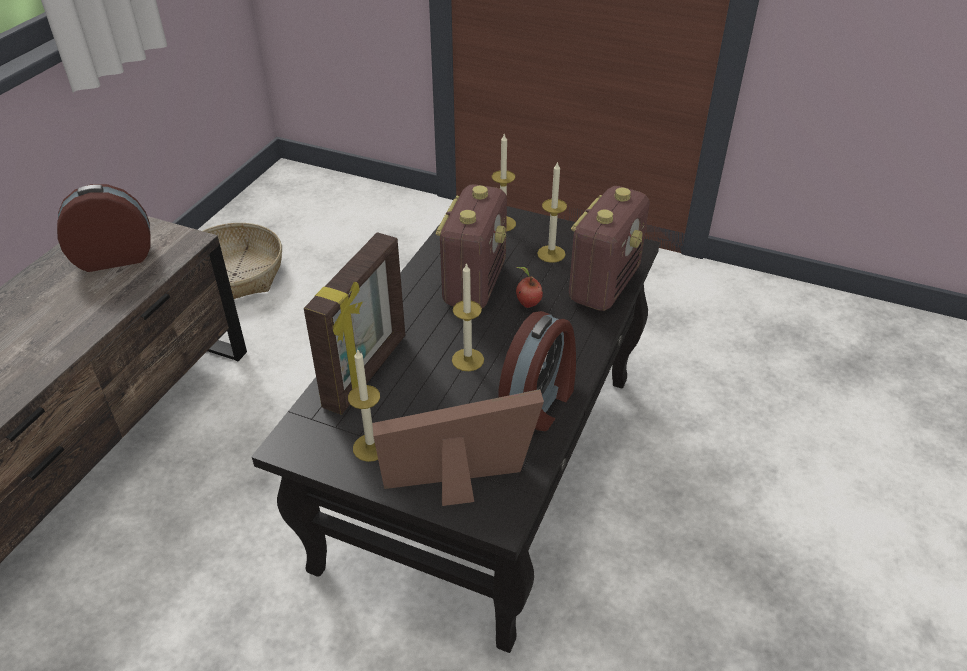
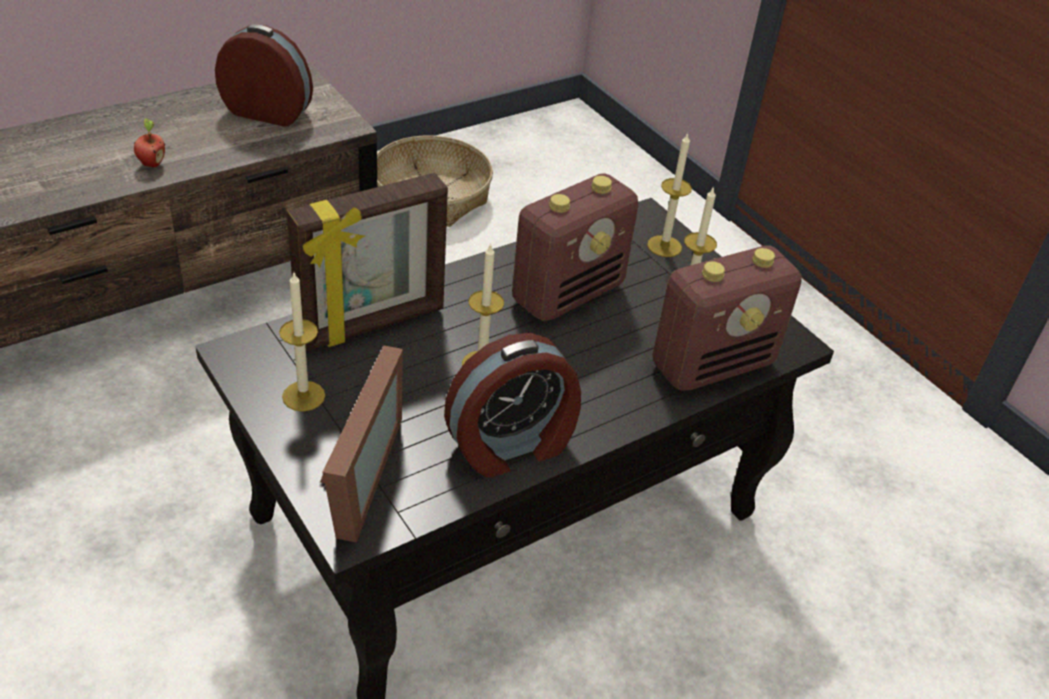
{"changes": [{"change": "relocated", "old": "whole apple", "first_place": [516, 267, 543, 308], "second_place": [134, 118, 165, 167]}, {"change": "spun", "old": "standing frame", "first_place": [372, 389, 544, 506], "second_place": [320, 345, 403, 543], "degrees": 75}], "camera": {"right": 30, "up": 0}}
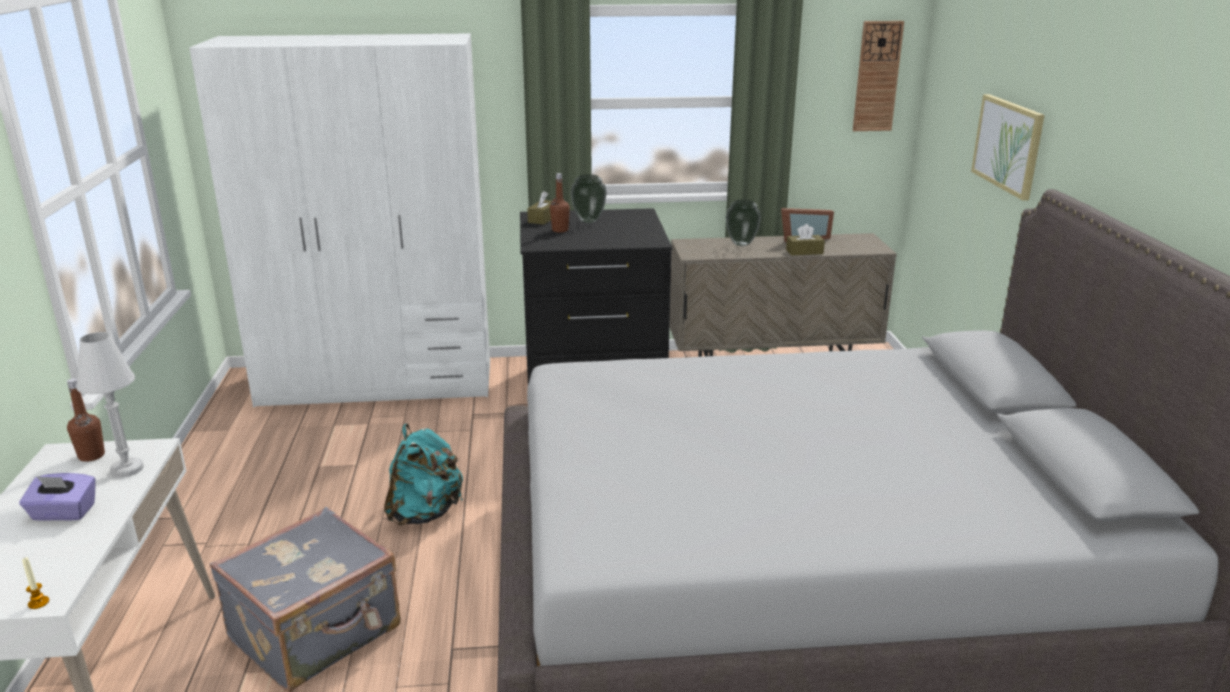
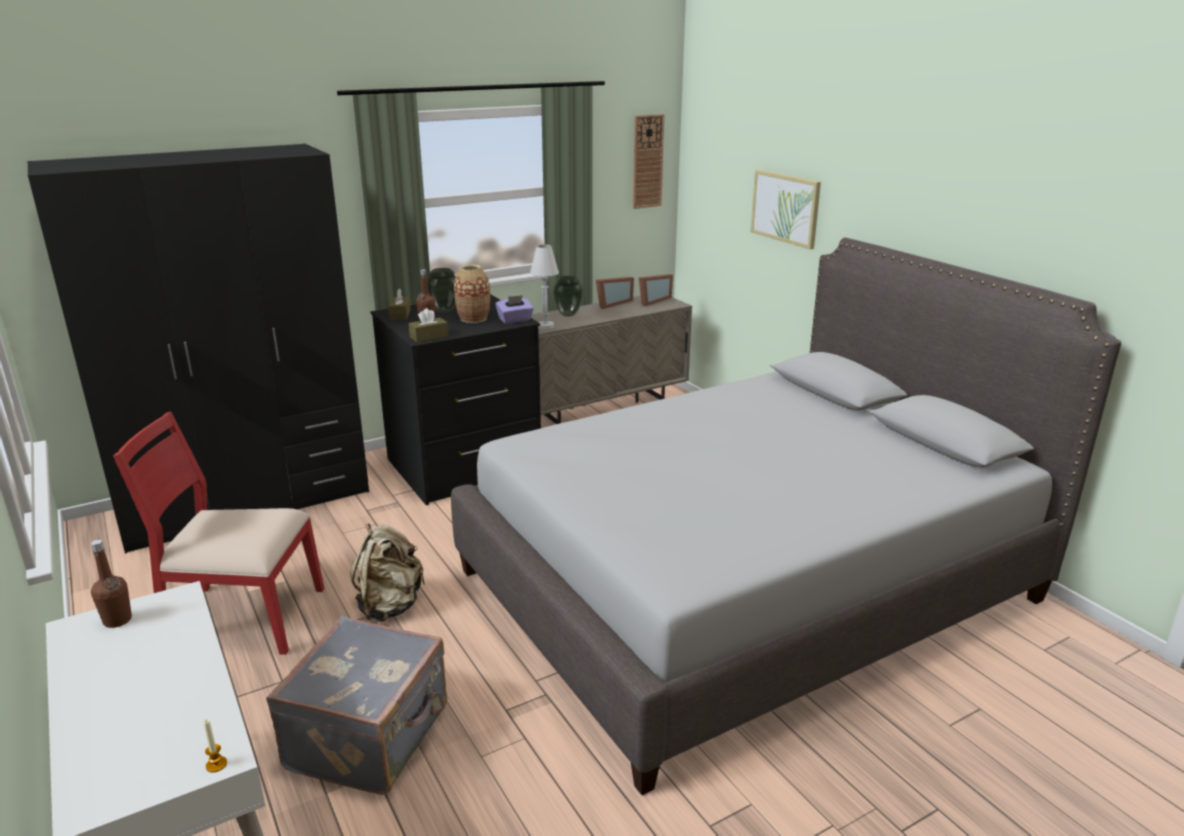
{"changes": [{"change": "colour", "old": "armoire (white)", "new": "armoire (black)", "first_place": [189, 33, 490, 407], "second_place": [28, 144, 369, 554]}, {"change": "appeared", "new": "chair (reddish)", "second_place": [113, 412, 324, 655]}, {"change": "colour", "old": "rucksack (turquoise)", "new": "rucksack (beige)", "first_place": [384, 424, 463, 526], "second_place": [350, 524, 425, 622]}, {"change": "relocated", "old": "box of tissues (brown-coloured)", "first_place": [786, 224, 825, 255], "second_place": [409, 308, 449, 342]}, {"change": "appeared", "new": "decorative vase", "second_place": [454, 264, 490, 323]}, {"change": "relocated", "old": "box of tissues (purple-coloured)", "first_place": [19, 473, 96, 521], "second_place": [495, 295, 534, 324]}, {"change": "relocated", "old": "tabletop lamp (white)", "first_place": [76, 332, 144, 478], "second_place": [530, 244, 559, 329]}, {"change": "appeared", "new": "standing frame", "second_place": [639, 274, 673, 306]}], "camera": {"right": -25, "up": 0}}
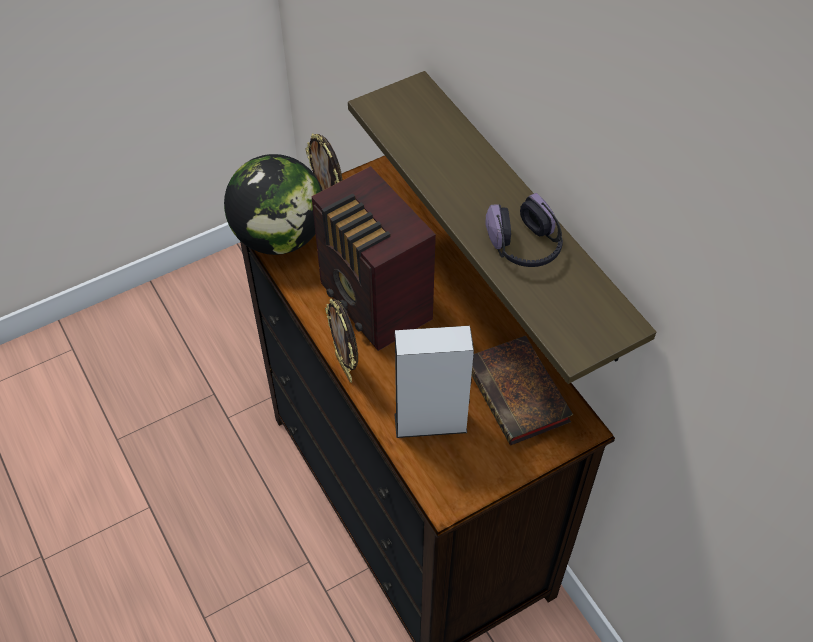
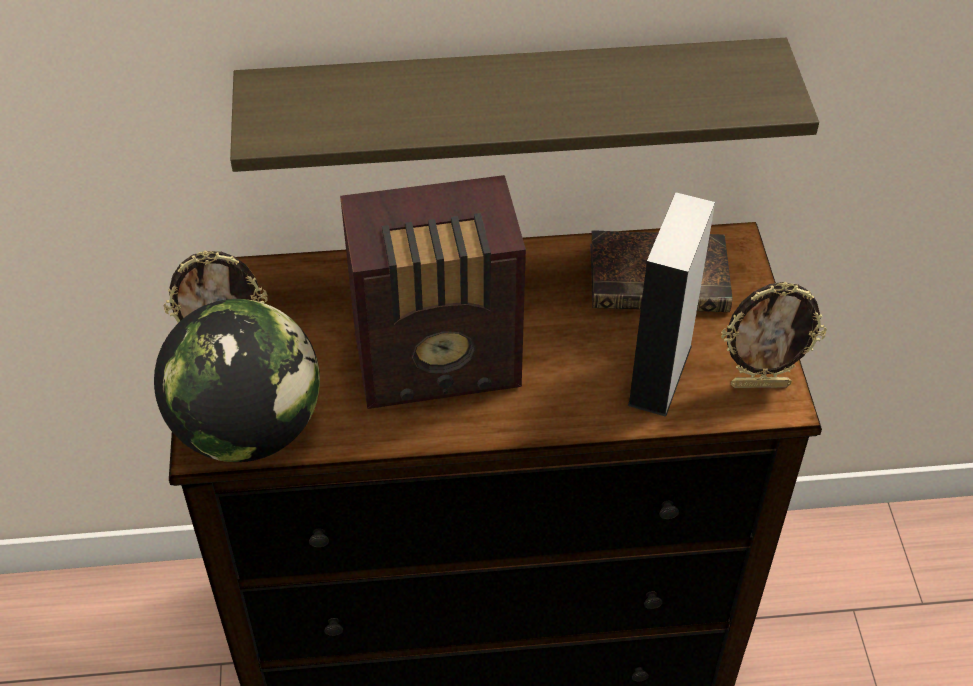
{"changes": [{"change": "relocated", "old": "standing frame", "first_place": [325, 298, 358, 383], "second_place": [721, 282, 827, 388]}, {"change": "missing", "old": "headset", "first_place": [485, 193, 563, 267]}], "camera": {"right": -65, "up": -5}}
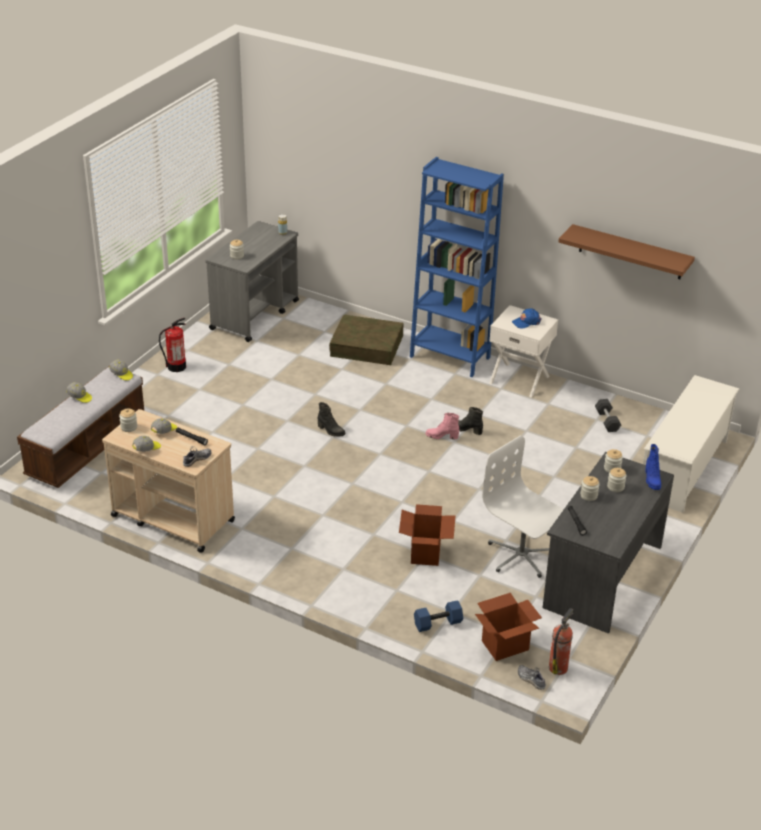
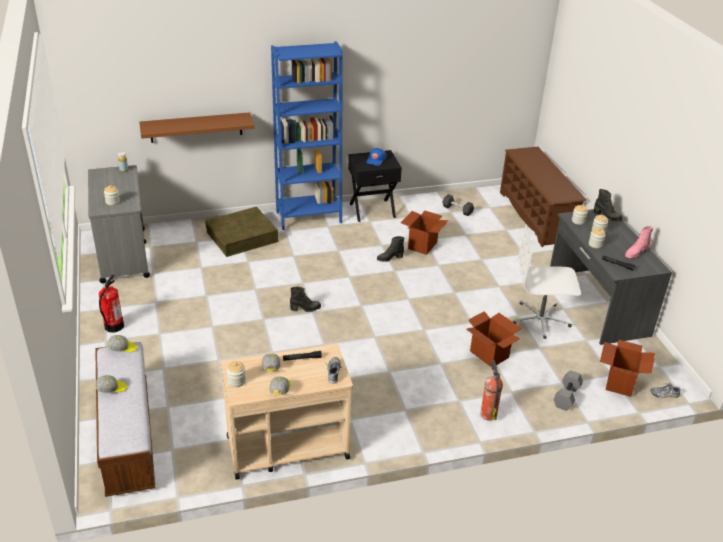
{"changes": [{"change": "relocated", "old": "bracket shelf (brown-coloured)", "first_place": [558, 224, 695, 279], "second_place": [139, 112, 254, 143]}, {"change": "colour", "old": "night table (white)", "new": "night table (black)", "first_place": [489, 305, 558, 398], "second_place": [348, 150, 402, 222]}, {"change": "appeared", "new": "cardboard box", "second_place": [401, 210, 449, 255]}, {"change": "relocated", "old": "fire-fighting cylinder", "first_place": [549, 608, 574, 675], "second_place": [480, 361, 503, 421]}, {"change": "colour", "old": "shoe shelf (white)", "new": "shoe shelf (brown-coloured)", "first_place": [643, 375, 739, 513], "second_place": [500, 146, 587, 247]}, {"change": "colour", "old": "free weight (bluish)", "new": "free weight (grey)", "first_place": [414, 600, 463, 632], "second_place": [554, 370, 583, 411]}, {"change": "colour", "old": "high-top boot (bluish)", "new": "high-top boot (black)", "first_place": [645, 444, 661, 490], "second_place": [594, 189, 622, 221]}, {"change": "relocated", "old": "high-top boot (pinkish)", "first_place": [425, 413, 459, 439], "second_place": [625, 226, 653, 258]}], "camera": {"right": -45, "up": 0}}
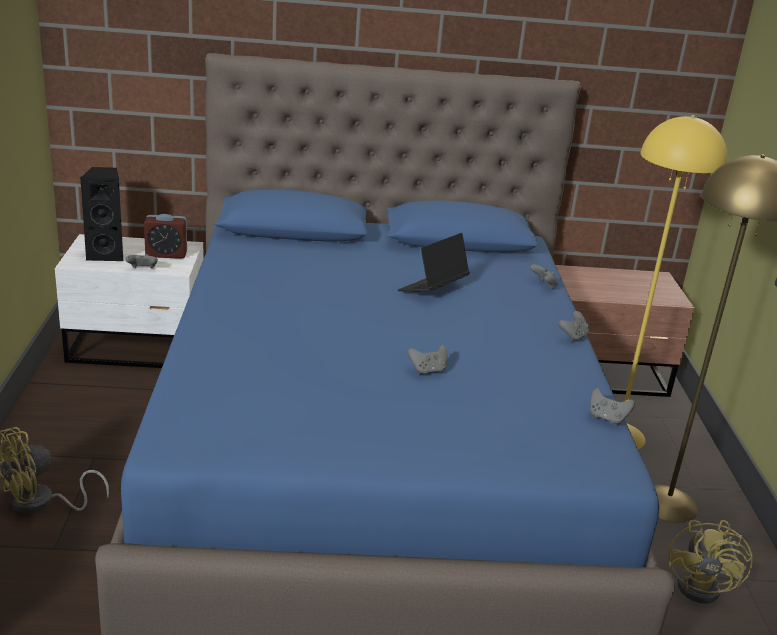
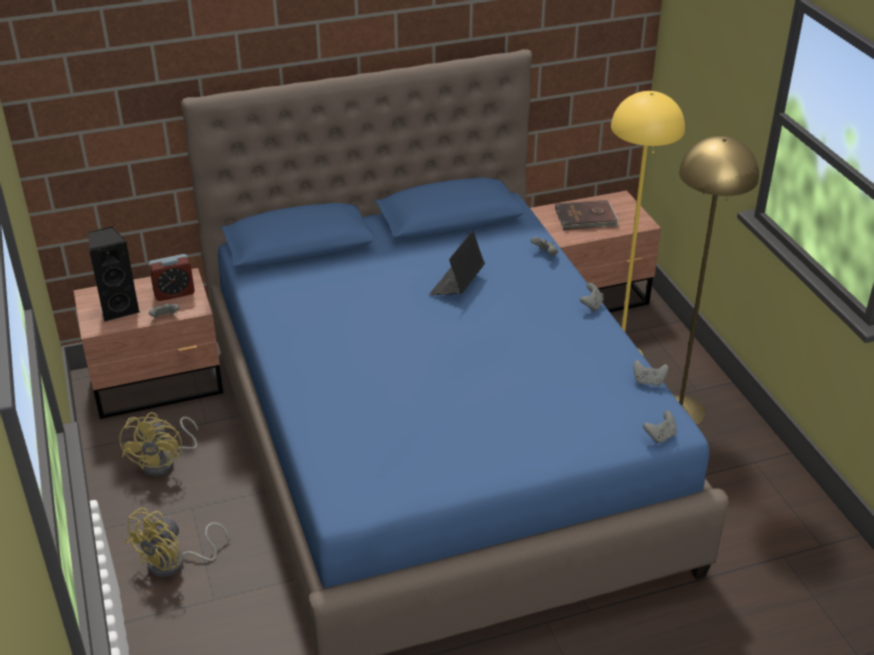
{"changes": [{"change": "colour", "old": "night table (white)", "new": "night table (brown-coloured)", "first_place": [55, 234, 204, 368], "second_place": [74, 268, 223, 419]}, {"change": "relocated", "old": "electric fan (yellowish)", "first_place": [668, 520, 753, 604], "second_place": [119, 412, 198, 476]}, {"change": "appeared", "new": "volume (brown-coloured)", "second_place": [555, 200, 619, 230]}, {"change": "relocated", "old": "joypad (grey)", "first_place": [408, 345, 447, 375], "second_place": [643, 411, 677, 443]}], "camera": {"right": -15, "up": 10}}
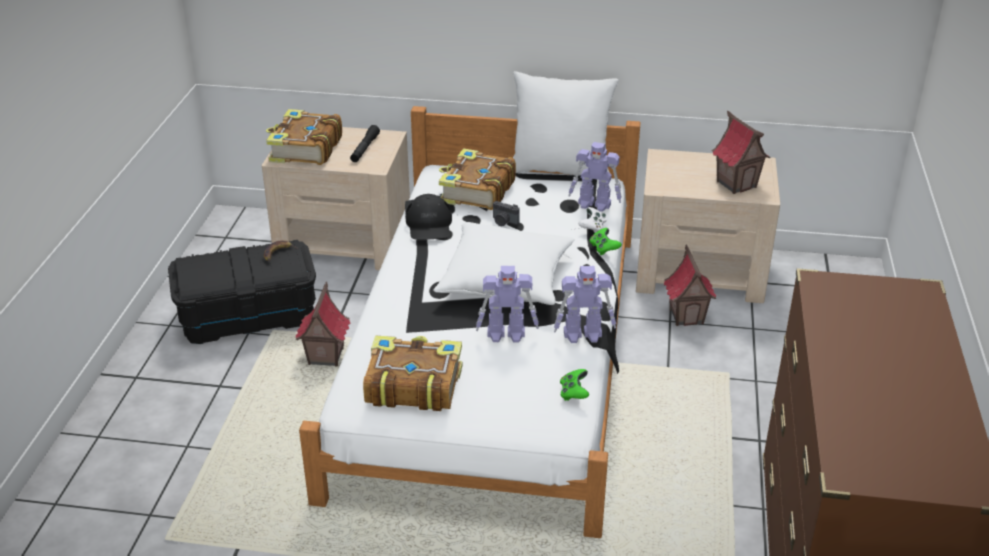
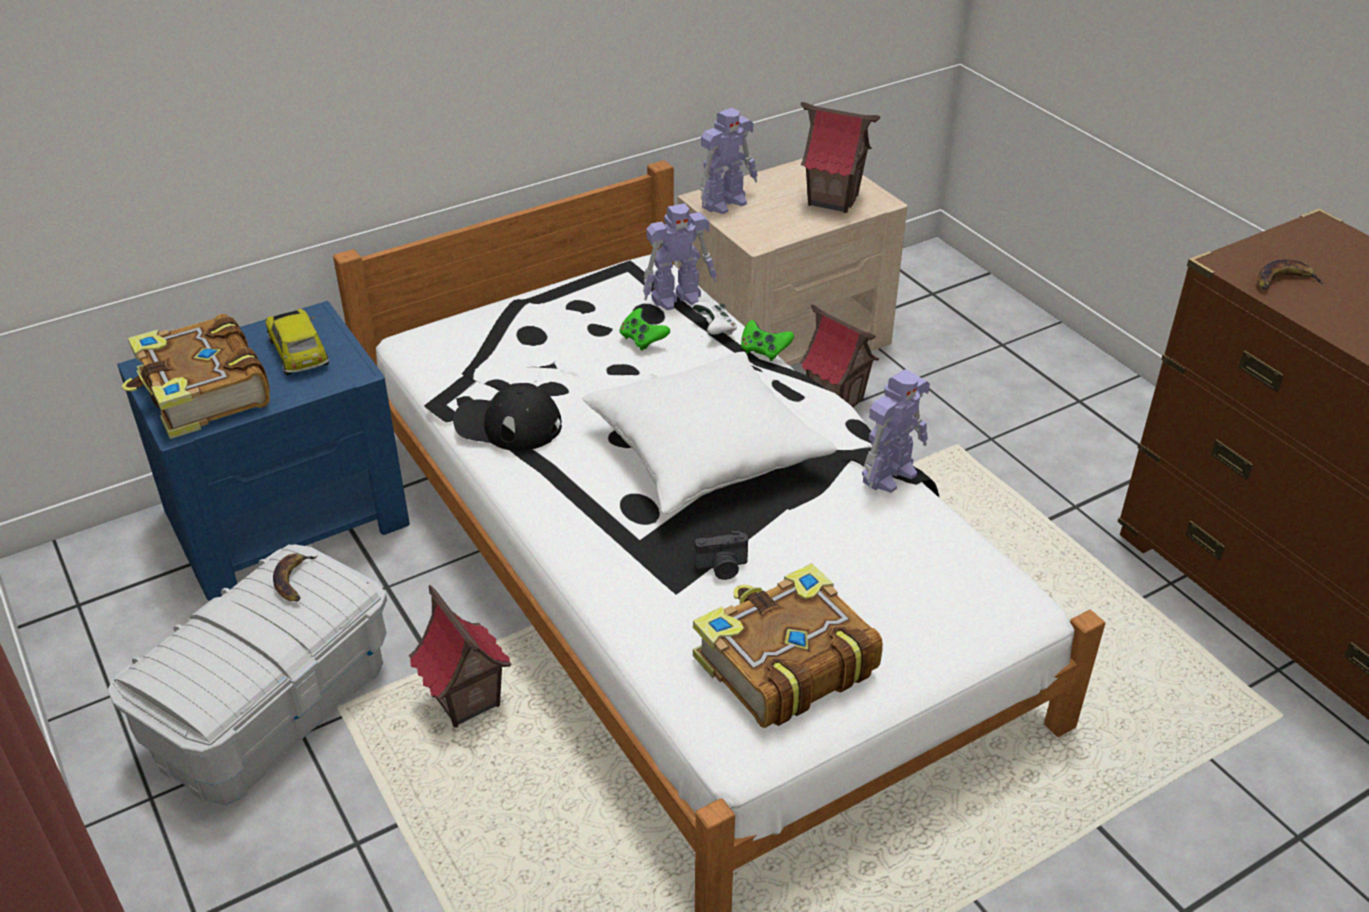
{"changes": [{"change": "colour", "old": "storage container (black)", "new": "storage container (white)", "first_place": [168, 240, 316, 344], "second_place": [107, 544, 387, 805]}, {"change": "colour", "old": "night table (beige)", "new": "night table (bluish)", "first_place": [262, 127, 410, 270], "second_place": [117, 301, 410, 601]}, {"change": "exchanged", "old": "flashlight (black)", "new": "model car", "first_place": [350, 125, 380, 162], "second_place": [266, 309, 329, 375]}, {"change": "spun", "old": "cap (black)", "first_place": [405, 194, 452, 240], "second_place": [453, 383, 562, 451], "degrees": 150}, {"change": "relocated", "old": "joypad (green)", "first_place": [560, 369, 589, 401], "second_place": [619, 308, 670, 351]}, {"change": "relocated", "old": "still camera", "first_place": [493, 201, 520, 226], "second_place": [695, 531, 748, 580]}, {"change": "relocated", "old": "model robot", "first_place": [476, 266, 539, 343], "second_place": [699, 108, 758, 214]}, {"change": "appeared", "new": "banana", "second_place": [1257, 259, 1326, 290]}, {"change": "missing", "old": "volume", "first_place": [439, 148, 516, 210]}, {"change": "missing", "old": "pillow (white)", "first_place": [513, 71, 618, 181]}], "camera": {"right": -40, "up": 5}}
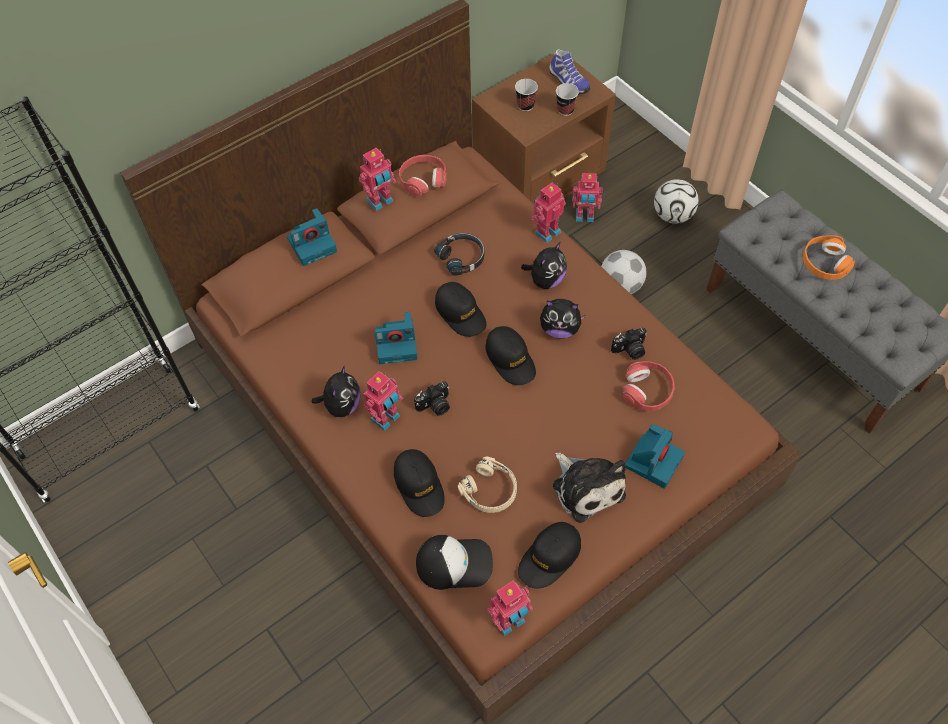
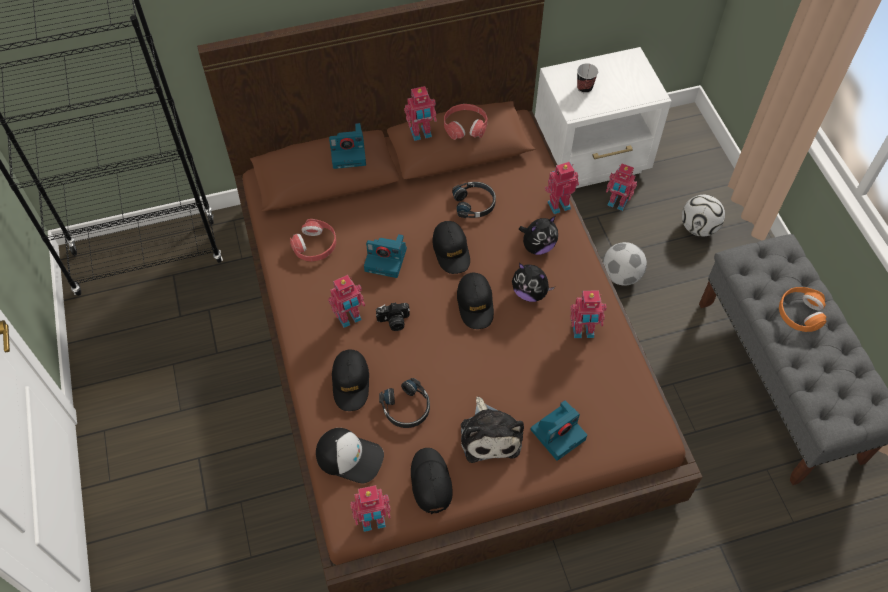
{"changes": [{"change": "relocated", "old": "headset (reddish)", "first_place": [623, 361, 675, 411], "second_place": [290, 219, 336, 261]}, {"change": "colour", "old": "headset (beige)", "new": "headset (black)", "first_place": [458, 456, 517, 513], "second_place": [379, 378, 430, 428]}, {"change": "spun", "old": "cap (black)", "first_place": [518, 522, 581, 588], "second_place": [411, 448, 453, 514], "degrees": 105}, {"change": "colour", "old": "night table (brown-coloured)", "new": "night table (white)", "first_place": [472, 53, 616, 204], "second_place": [535, 47, 671, 188]}, {"change": "exchanged", "old": "still camera", "new": "model robot", "first_place": [611, 328, 647, 360], "second_place": [570, 290, 606, 338]}, {"change": "missing", "old": "plush toy", "first_place": [312, 365, 361, 417]}, {"change": "missing", "old": "shoe", "first_place": [549, 49, 590, 95]}, {"change": "missing", "old": "small cup", "first_place": [556, 83, 579, 116]}], "camera": {"right": 20, "up": 0}}
